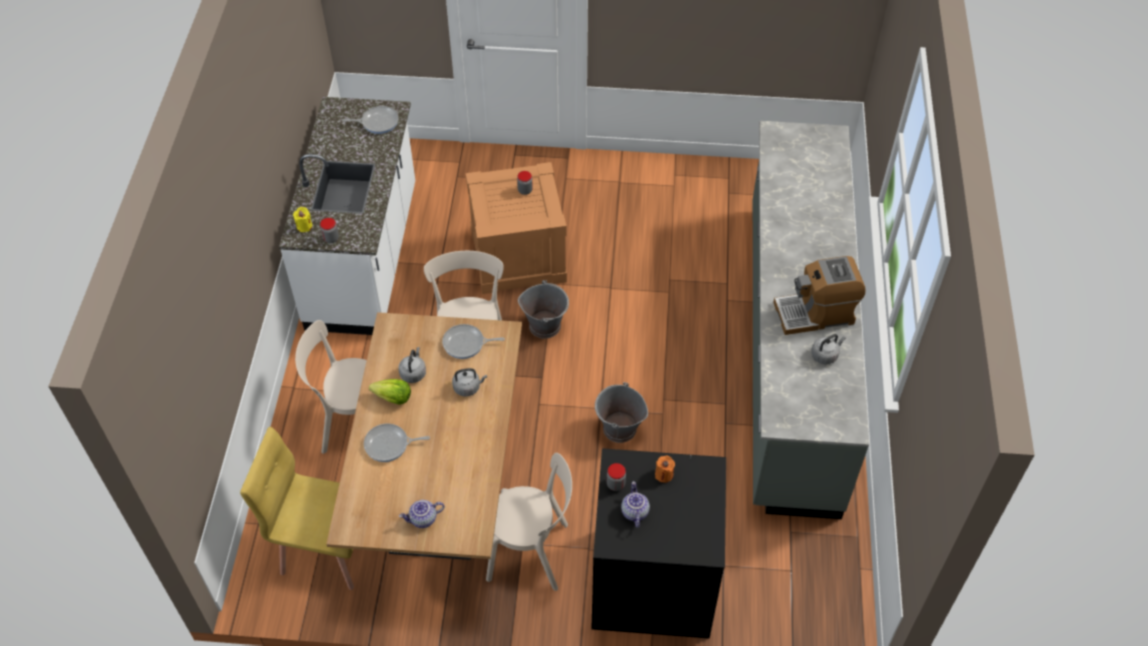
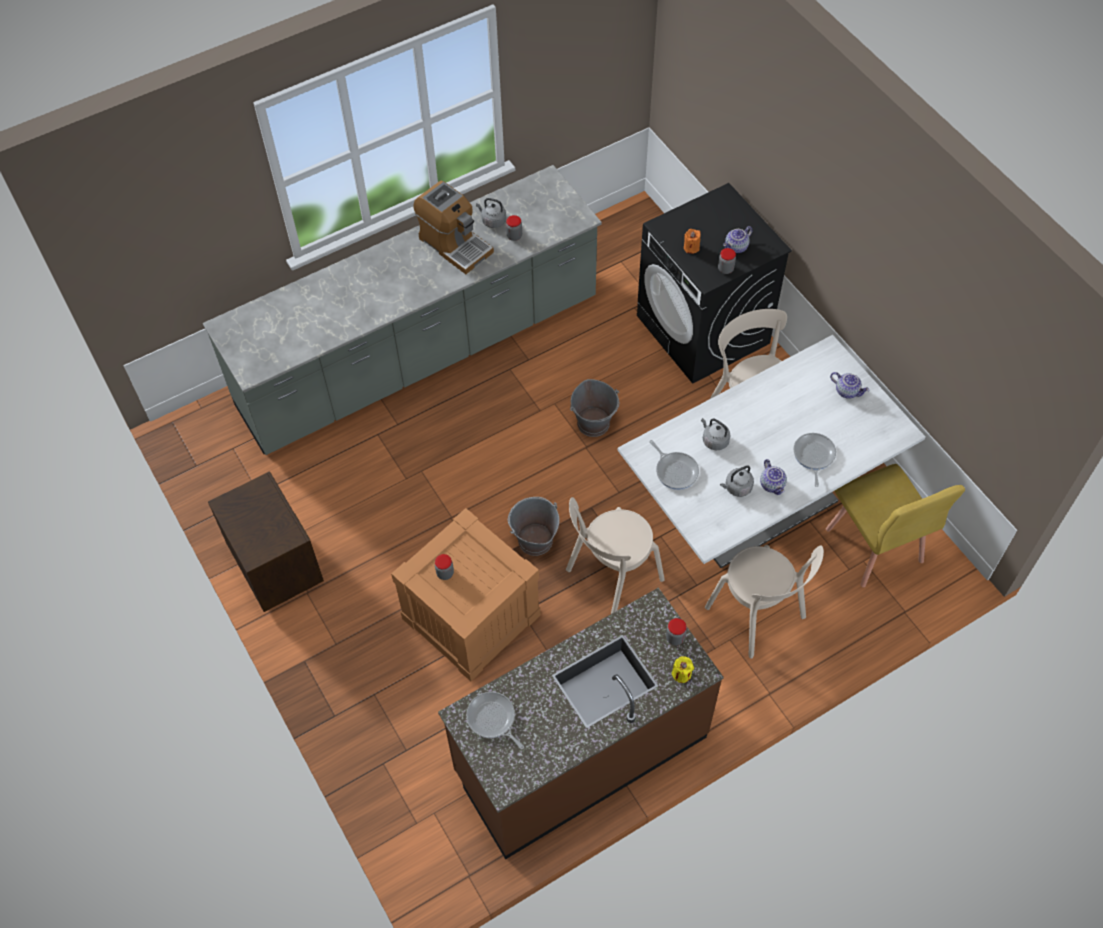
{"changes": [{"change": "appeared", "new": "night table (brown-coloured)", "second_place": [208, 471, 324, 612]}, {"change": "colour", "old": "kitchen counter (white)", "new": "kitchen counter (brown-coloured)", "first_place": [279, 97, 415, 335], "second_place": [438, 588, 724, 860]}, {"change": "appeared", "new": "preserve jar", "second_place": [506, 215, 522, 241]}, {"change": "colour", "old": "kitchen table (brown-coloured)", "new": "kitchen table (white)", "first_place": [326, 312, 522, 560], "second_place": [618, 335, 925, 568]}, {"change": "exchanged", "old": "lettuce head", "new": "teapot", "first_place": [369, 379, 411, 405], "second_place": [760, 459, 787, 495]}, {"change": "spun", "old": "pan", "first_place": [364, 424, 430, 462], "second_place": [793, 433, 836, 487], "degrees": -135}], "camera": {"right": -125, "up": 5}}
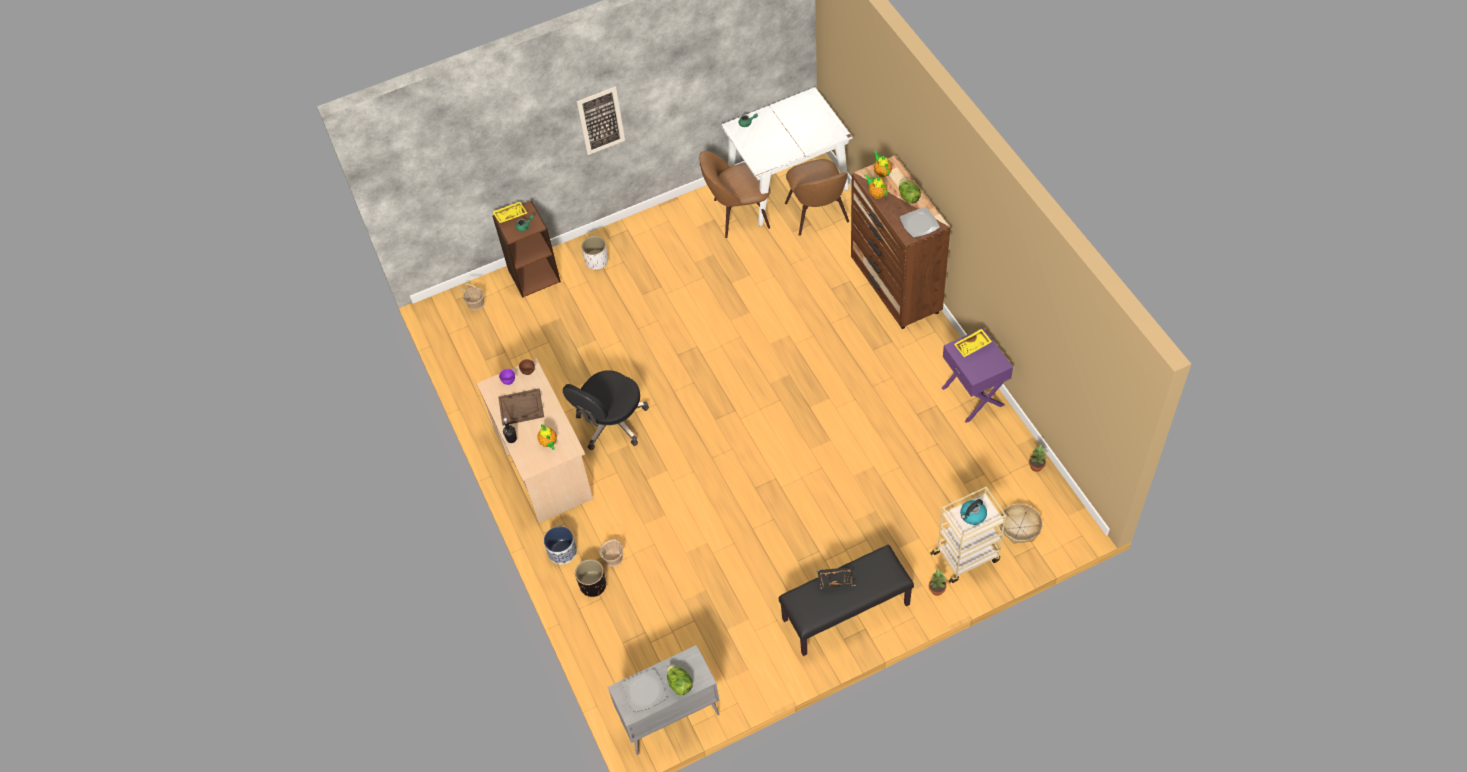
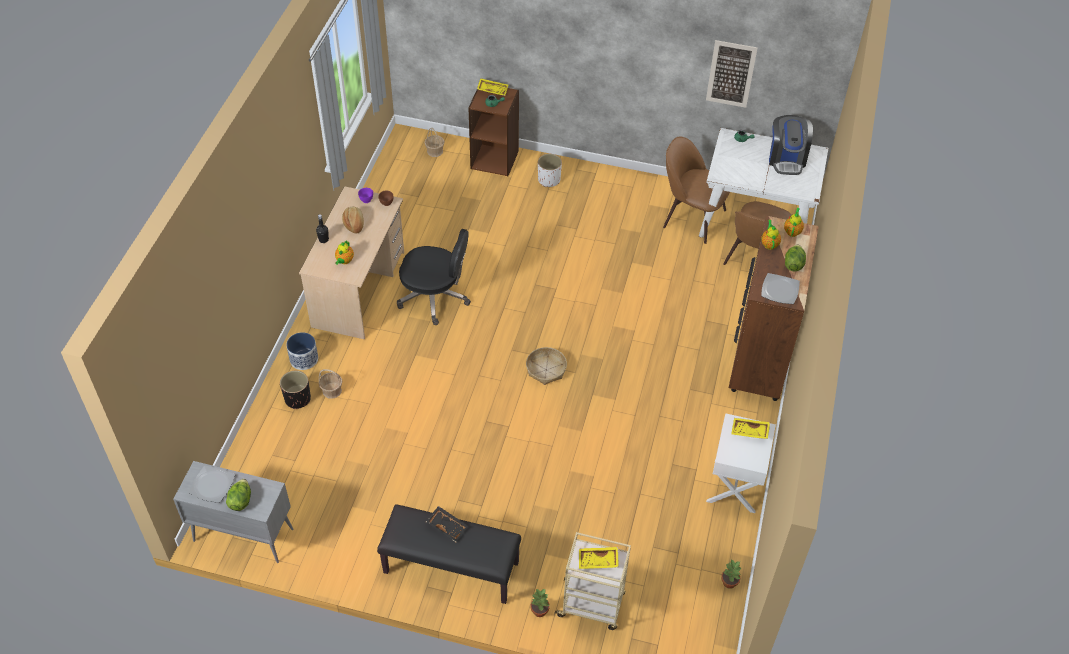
{"changes": [{"change": "exchanged", "old": "carrying tray (brown-coloured)", "new": "bread", "first_place": [498, 388, 544, 426], "second_place": [342, 207, 364, 233]}, {"change": "spun", "old": "computer chair (black)", "first_place": [563, 370, 649, 450], "second_place": [397, 229, 471, 325], "degrees": -150}, {"change": "relocated", "old": "household basket", "first_place": [1000, 503, 1043, 544], "second_place": [526, 347, 567, 385]}, {"change": "exchanged", "old": "tea kettle", "new": "carrying tray (yellowish)", "first_place": [960, 499, 987, 525], "second_place": [579, 547, 619, 569]}, {"change": "relocated", "old": "wall art", "first_place": [577, 86, 625, 155], "second_place": [706, 40, 758, 108]}, {"change": "colour", "old": "night table (purple-coloured)", "new": "night table (white)", "first_place": [942, 328, 1013, 423], "second_place": [706, 413, 776, 513]}, {"change": "appeared", "new": "coffee maker", "second_place": [769, 115, 813, 175]}], "camera": {"right": 35, "up": -5}}
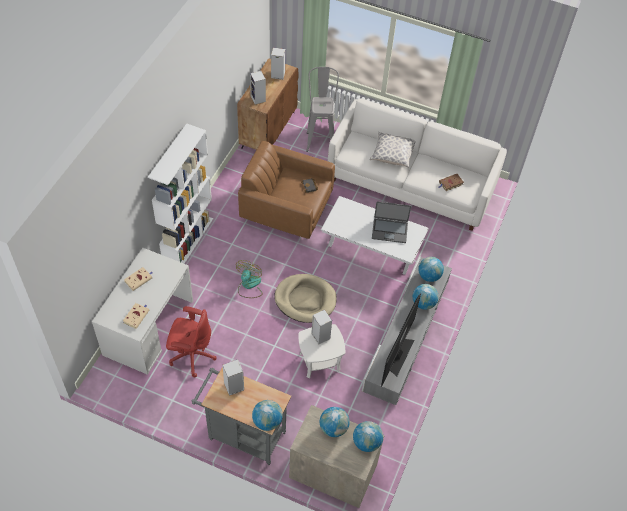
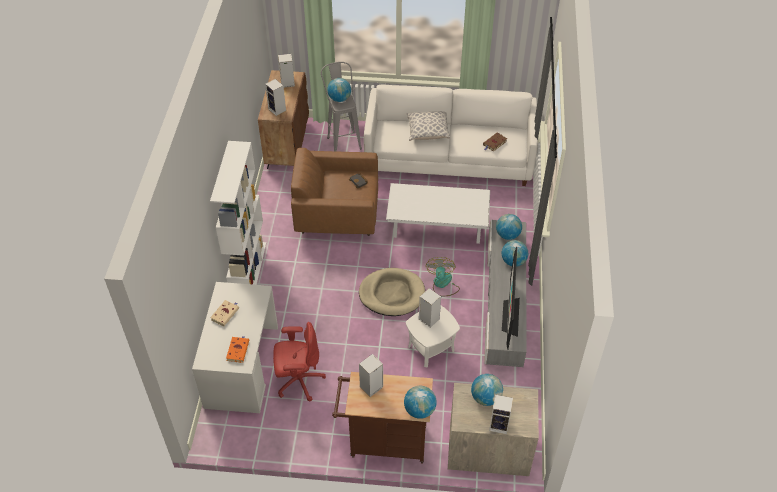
{"changes": [{"change": "colour", "old": "volume (beige)", "new": "volume (orange)", "first_place": [123, 303, 149, 329], "second_place": [226, 336, 249, 363]}, {"change": "relocated", "old": "globe", "first_place": [353, 421, 383, 452], "second_place": [327, 78, 351, 102]}, {"change": "colour", "old": "wheeled cart (grey)", "new": "wheeled cart (brown-coloured)", "first_place": [192, 367, 291, 465], "second_place": [332, 372, 433, 463]}, {"change": "relocated", "old": "electric fan", "first_place": [236, 260, 263, 298], "second_place": [426, 257, 460, 297]}, {"change": "appeared", "new": "speaker", "second_place": [489, 395, 513, 434]}, {"change": "missing", "old": "portable computer", "first_place": [372, 201, 411, 243]}], "camera": {"right": -15, "up": -5}}
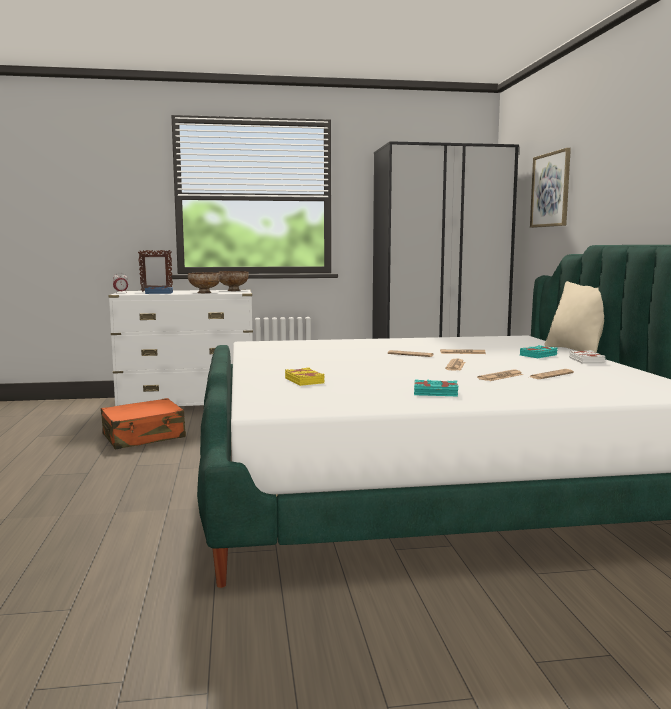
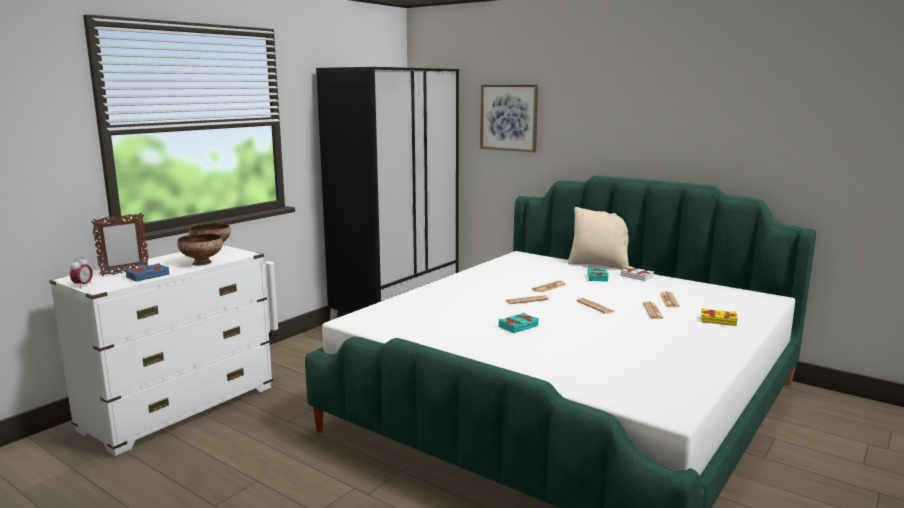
{"changes": [{"change": "relocated", "old": "volume (turquoise)", "first_place": [414, 379, 459, 396], "second_place": [499, 312, 539, 333]}, {"change": "relocated", "old": "volume (yellowish)", "first_place": [285, 367, 325, 386], "second_place": [701, 308, 738, 326]}, {"change": "missing", "old": "travel case (orange)", "first_place": [101, 398, 186, 449]}], "camera": {"right": -45, "up": 5}}
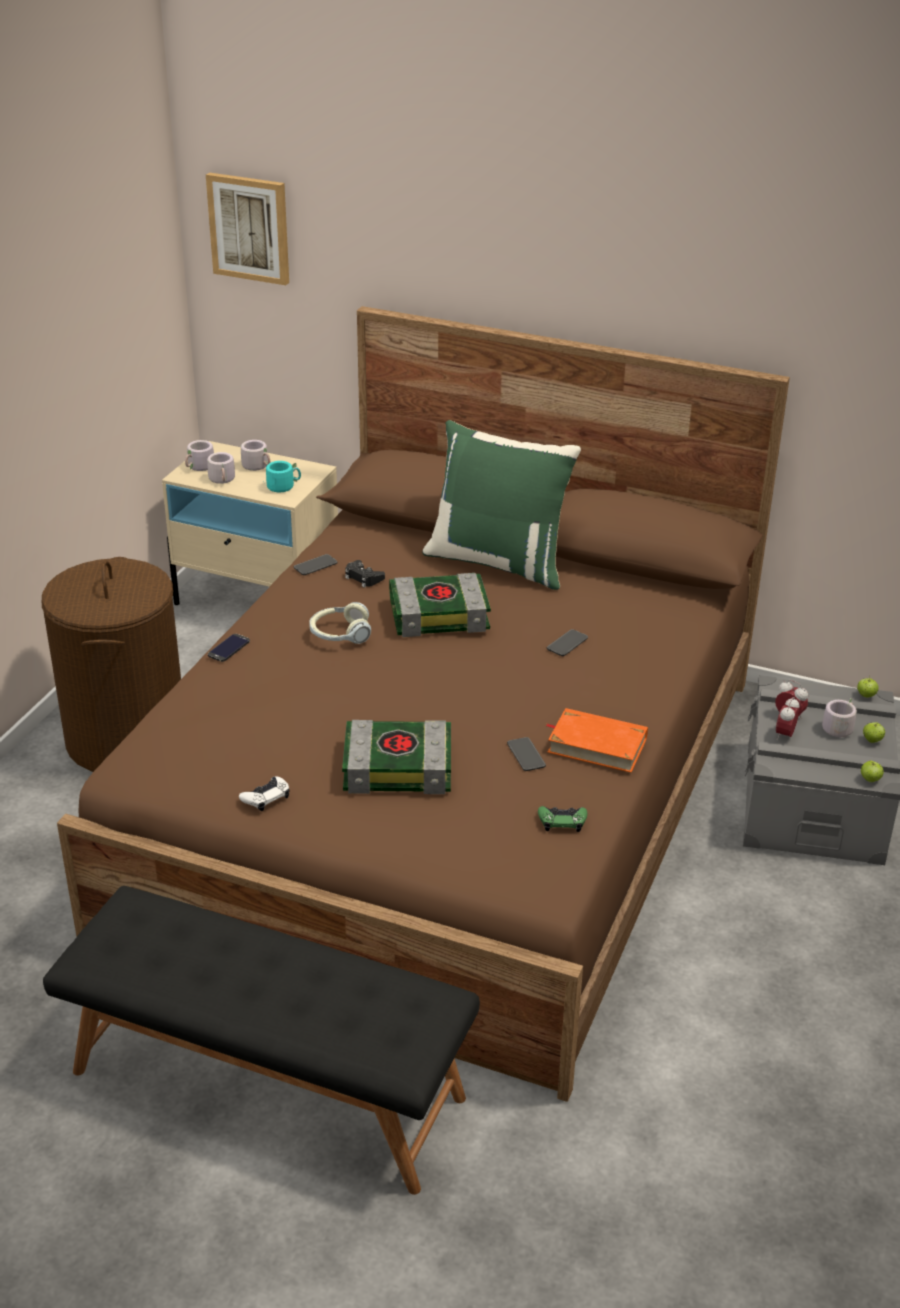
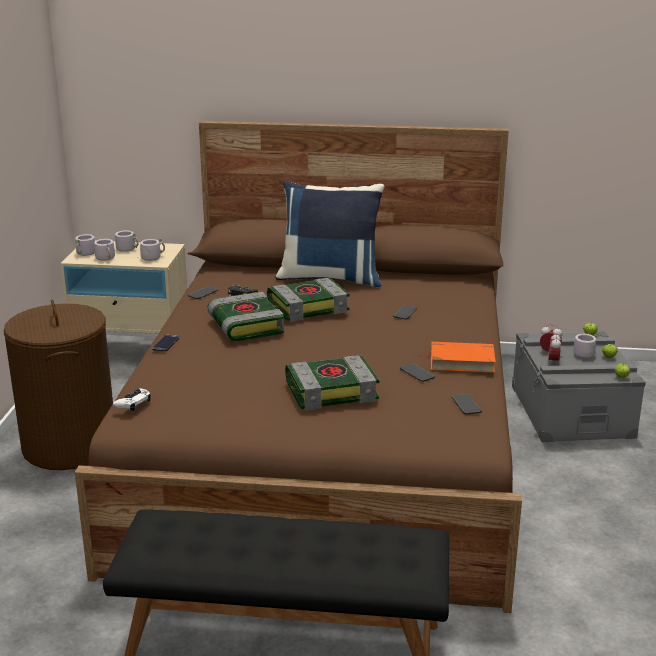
{"changes": [{"change": "relocated", "old": "joypad (white)", "first_place": [239, 776, 290, 811], "second_place": [113, 388, 151, 411]}, {"change": "colour", "old": "mug (turquoise)", "new": "mug (grey)", "first_place": [263, 461, 301, 492], "second_place": [140, 239, 165, 261]}, {"change": "exchanged", "old": "headset", "new": "volume", "first_place": [309, 602, 371, 644], "second_place": [207, 292, 284, 341]}, {"change": "colour", "old": "pillow (green)", "new": "pillow (bluish)", "first_place": [422, 420, 581, 590], "second_place": [275, 181, 384, 287]}, {"change": "exchanged", "old": "joypad (green)", "new": "telephone", "first_place": [538, 806, 587, 832], "second_place": [452, 394, 482, 415]}, {"change": "missing", "old": "wall art", "first_place": [206, 173, 289, 285]}], "camera": {"right": -15, "up": -10}}
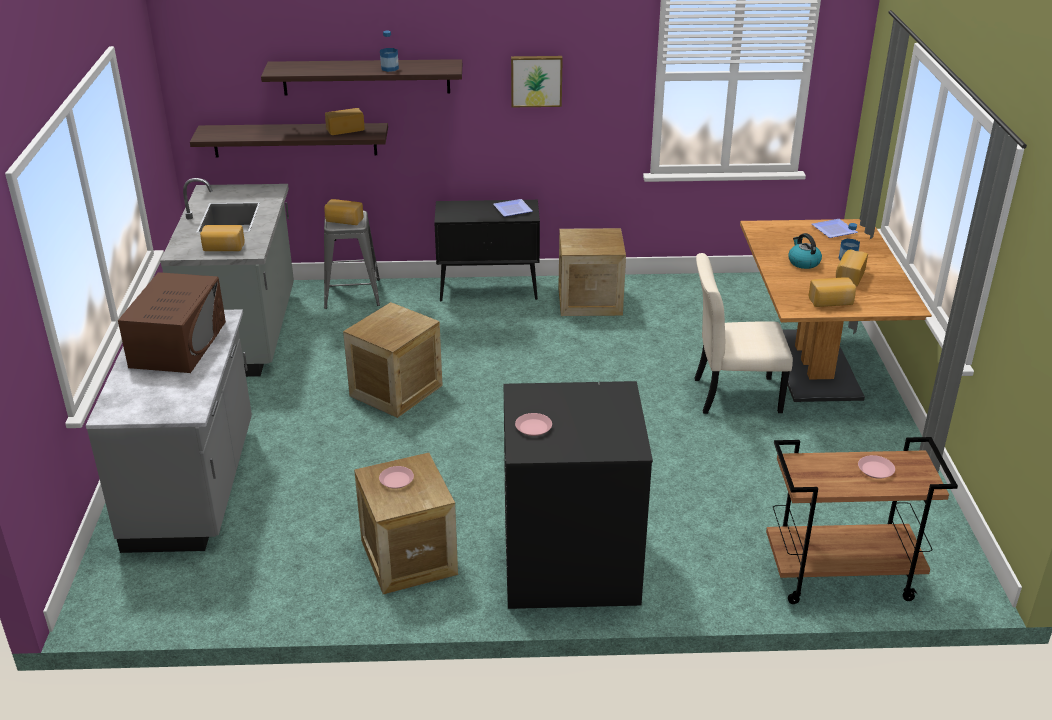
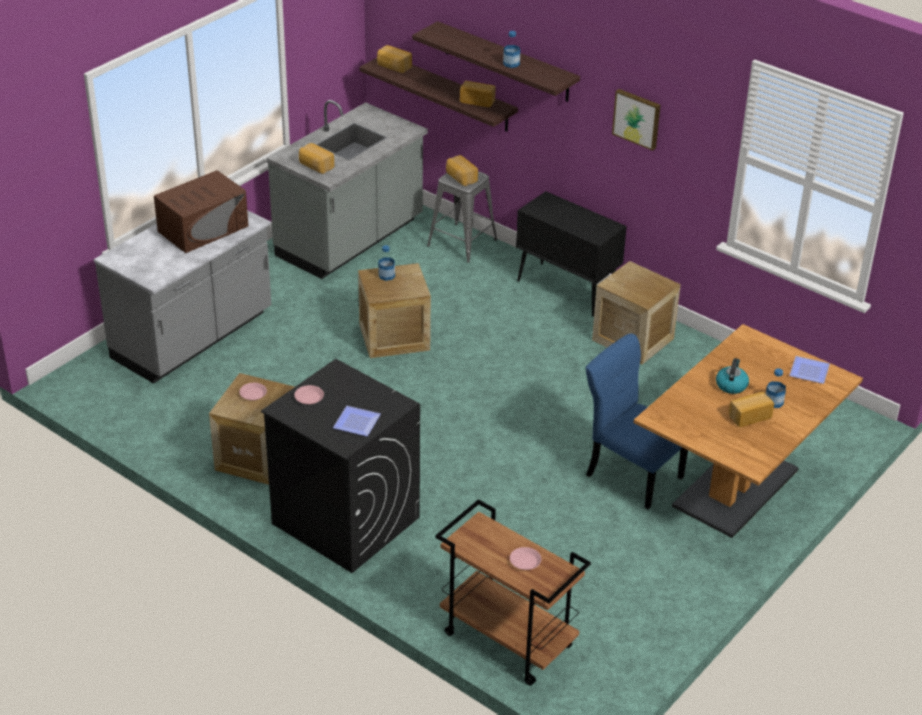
{"changes": [{"change": "relocated", "old": "plate", "first_place": [493, 199, 533, 217], "second_place": [333, 406, 381, 436]}, {"change": "relocated", "old": "bread", "first_place": [809, 277, 856, 307], "second_place": [377, 45, 412, 73]}, {"change": "appeared", "new": "drink bottle", "second_place": [378, 245, 395, 281]}, {"change": "colour", "old": "chair (beige)", "new": "chair (bluish)", "first_place": [694, 253, 793, 414], "second_place": [586, 333, 688, 509]}], "camera": {"right": 40, "up": 5}}
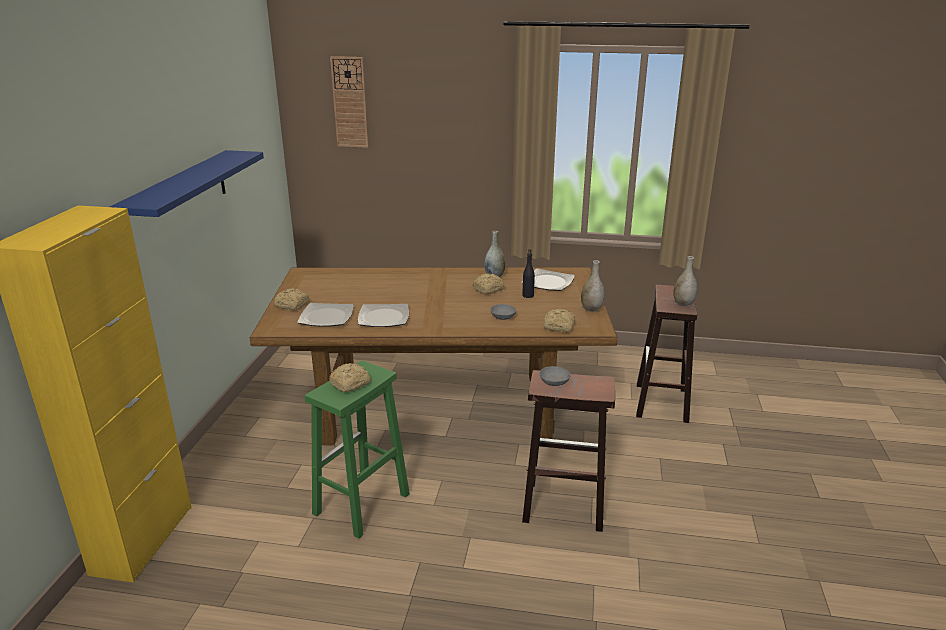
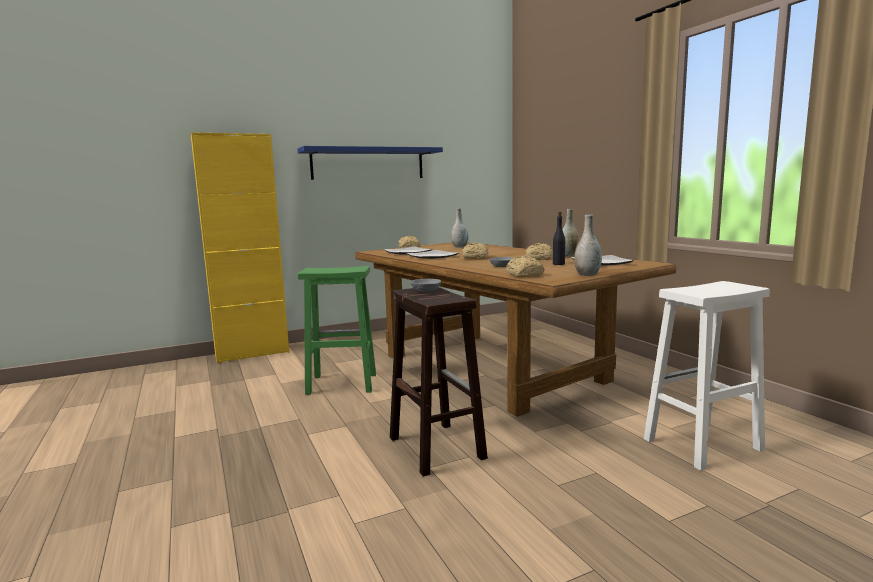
{"changes": [{"change": "relocated", "old": "decorative vase (grey)", "first_place": [673, 256, 697, 306], "second_place": [451, 208, 468, 247]}, {"change": "relocated", "old": "bread", "first_place": [329, 363, 370, 392], "second_place": [462, 242, 489, 259]}, {"change": "colour", "old": "stool seat (brown-coloured)", "new": "stool seat (white)", "first_place": [636, 285, 697, 423], "second_place": [644, 281, 770, 471]}, {"change": "missing", "old": "clock on the wall", "first_place": [330, 56, 369, 148]}], "camera": {"right": 55, "up": -15}}
